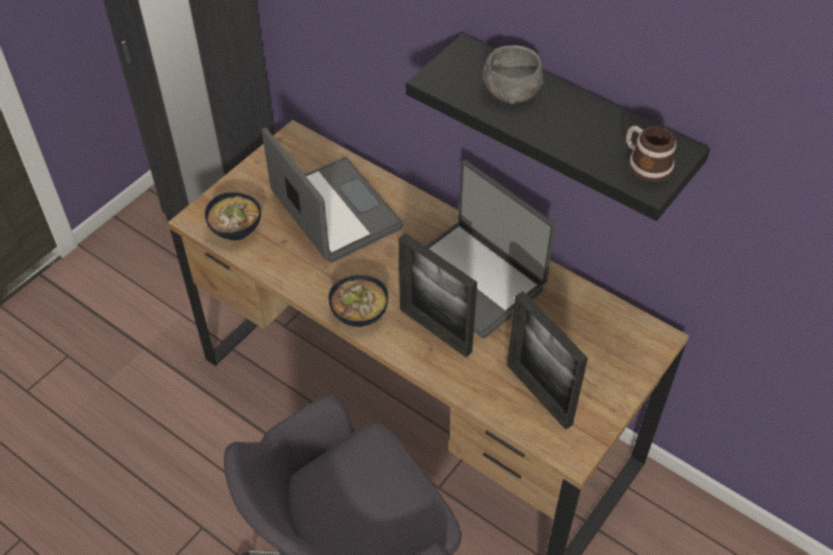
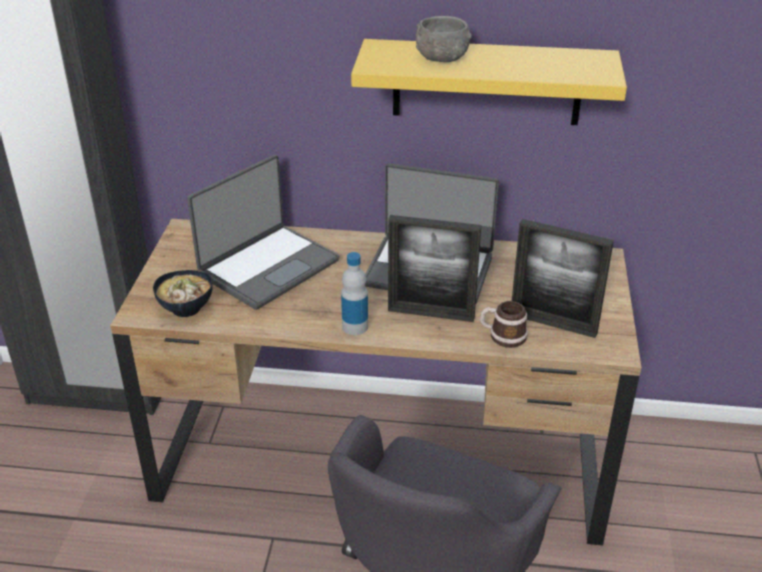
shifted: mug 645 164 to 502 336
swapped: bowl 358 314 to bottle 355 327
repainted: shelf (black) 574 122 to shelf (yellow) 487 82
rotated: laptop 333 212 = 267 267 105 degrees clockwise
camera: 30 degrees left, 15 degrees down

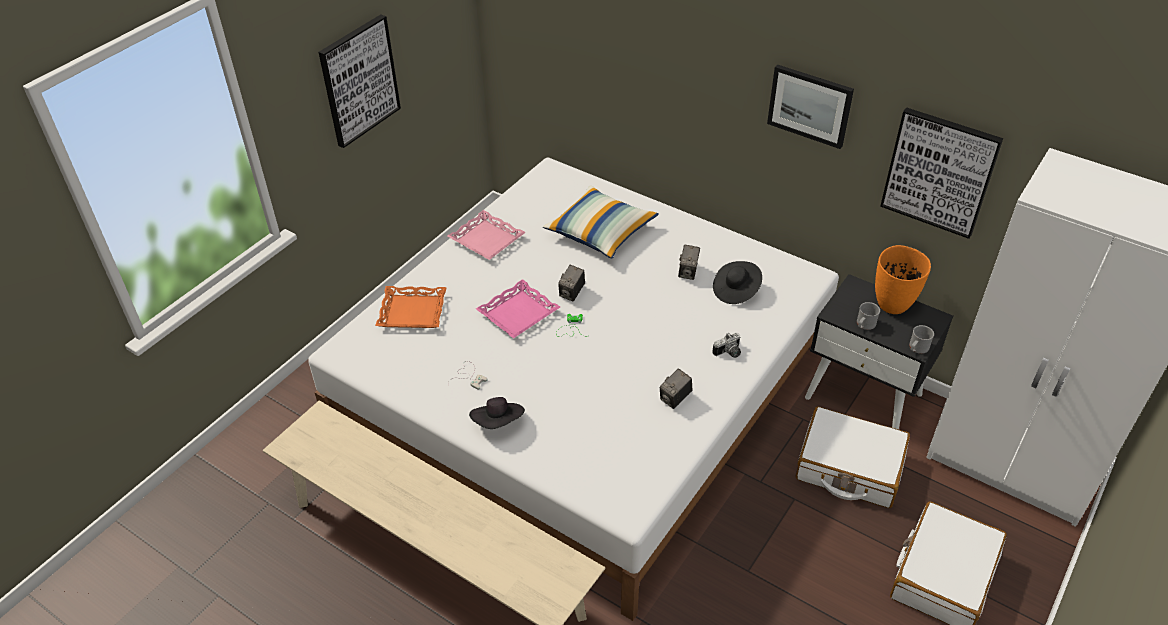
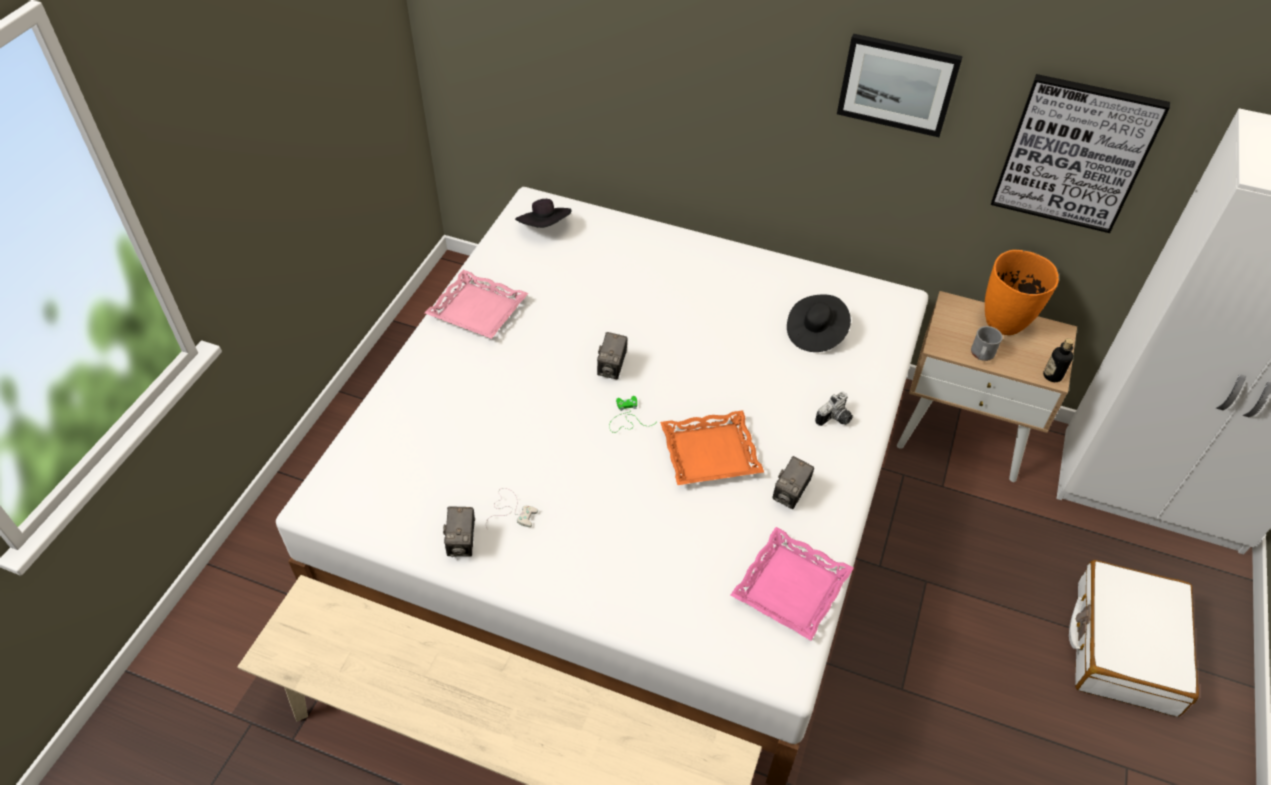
gone: picture 359 80; pillow 601 232; suitcase (white) 849 467
shifted: tray (orange) 412 312 to 710 454; hat (black) 498 422 to 545 227; tray (pink) 518 313 to 790 587; photo camera 688 272 to 462 543
swapped: mug (grey) 917 348 to bottle 1052 376
repainted: nightstand (black) 864 396 to nightstand (beige) 963 432
camera: 15 degrees left, 5 degrees up

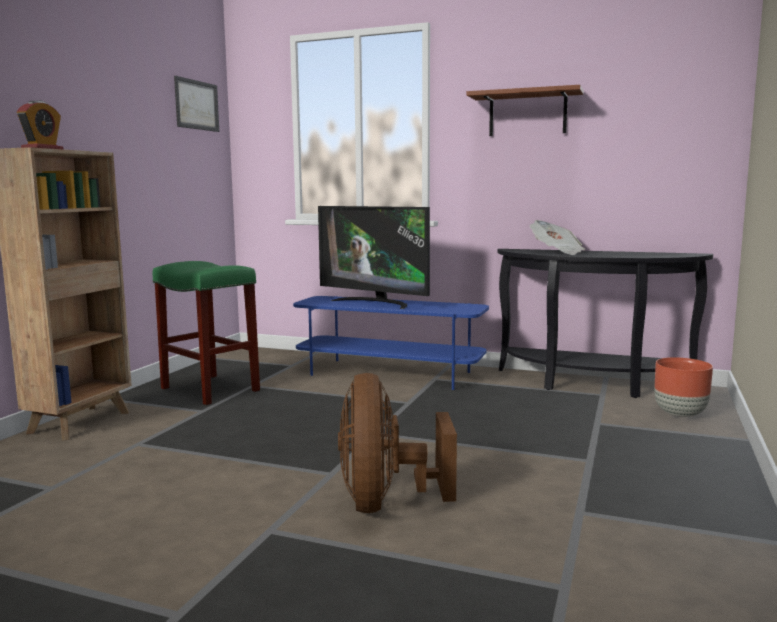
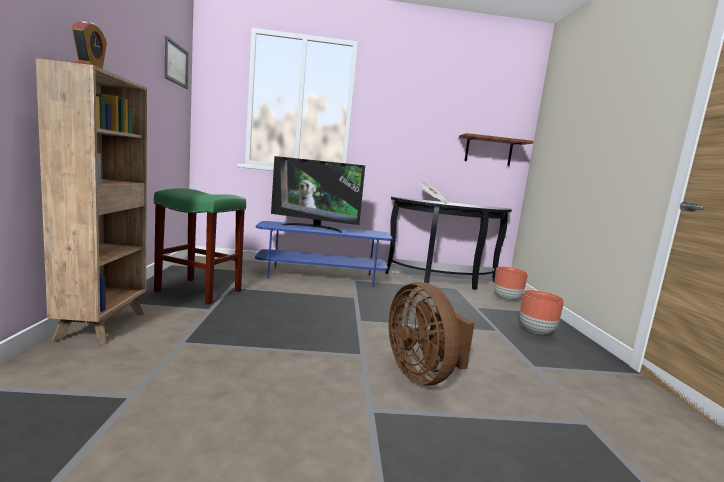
new: planter (brown) 536 331
shifted: shelf (brown) 527 114 to 488 151
camera: 25 degrees left, 0 degrees up

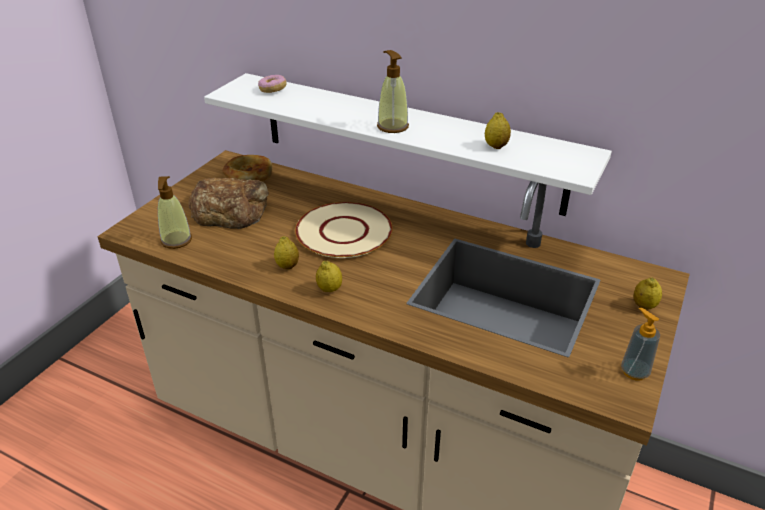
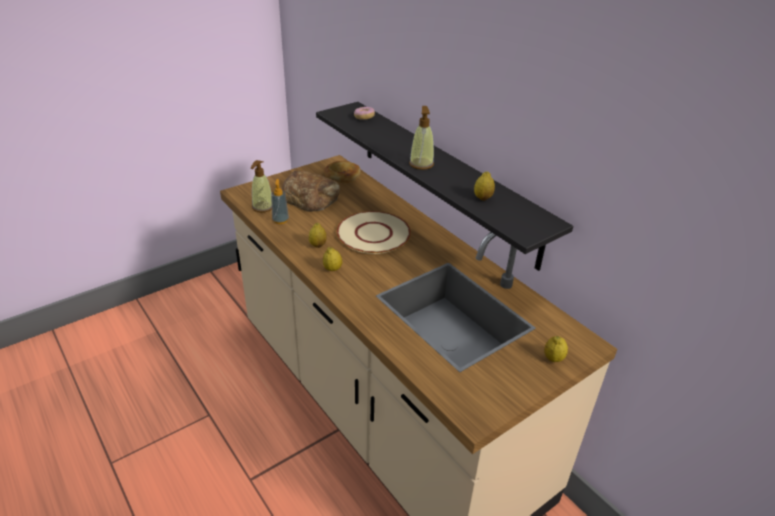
shifted: soap dispenser 634 372 to 280 220
repainted: shelf (white) 408 142 to shelf (black) 445 180
camera: 25 degrees right, 0 degrees up

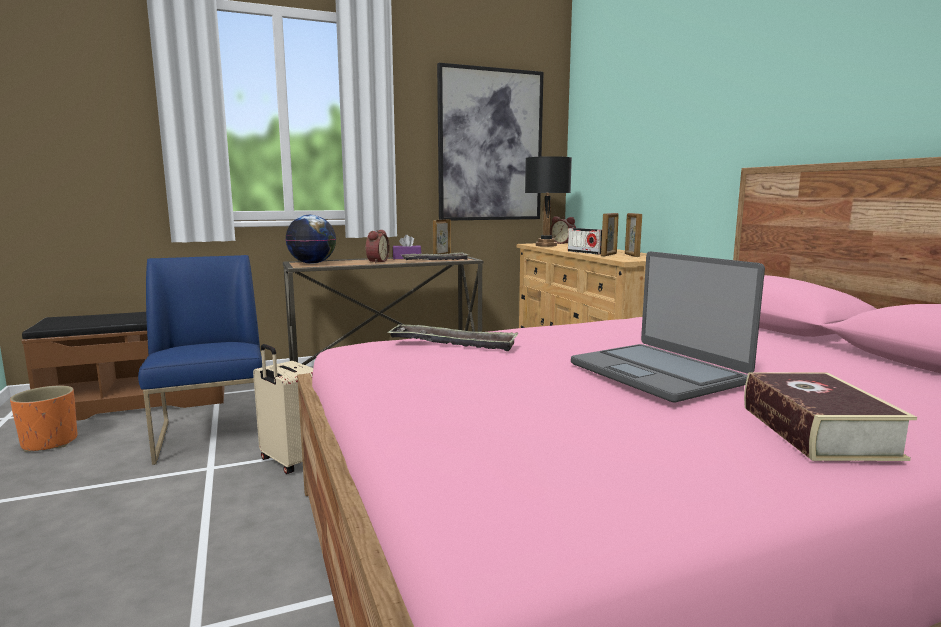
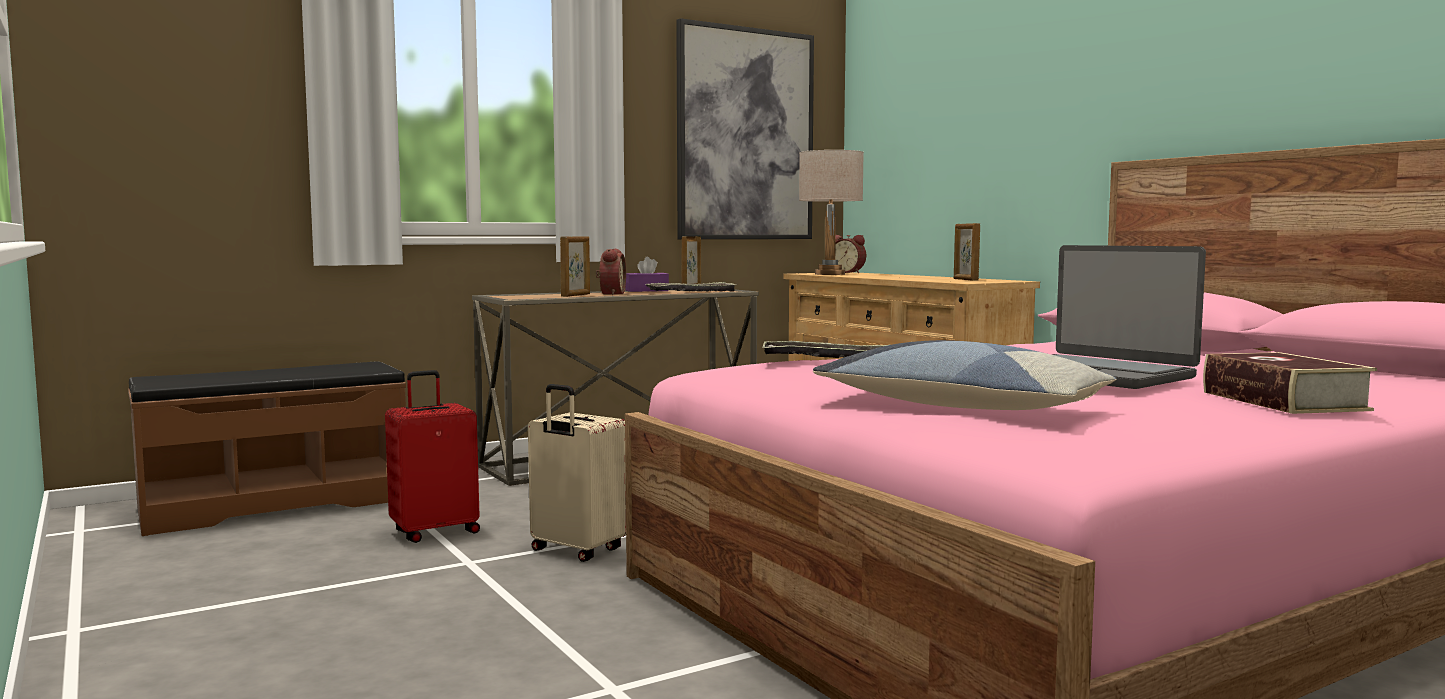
gone: planter (orange) 49 443; globe 312 263; radio 585 252
new: pillow 959 406
shifted: picture frame 609 255 to 576 295
swapped: chair (blue) 213 435 to suitcase (red) 435 532
repainted: table lamp (black) 546 245 to table lamp (beige) 829 274
camera: 10 degrees left, 5 degrees down

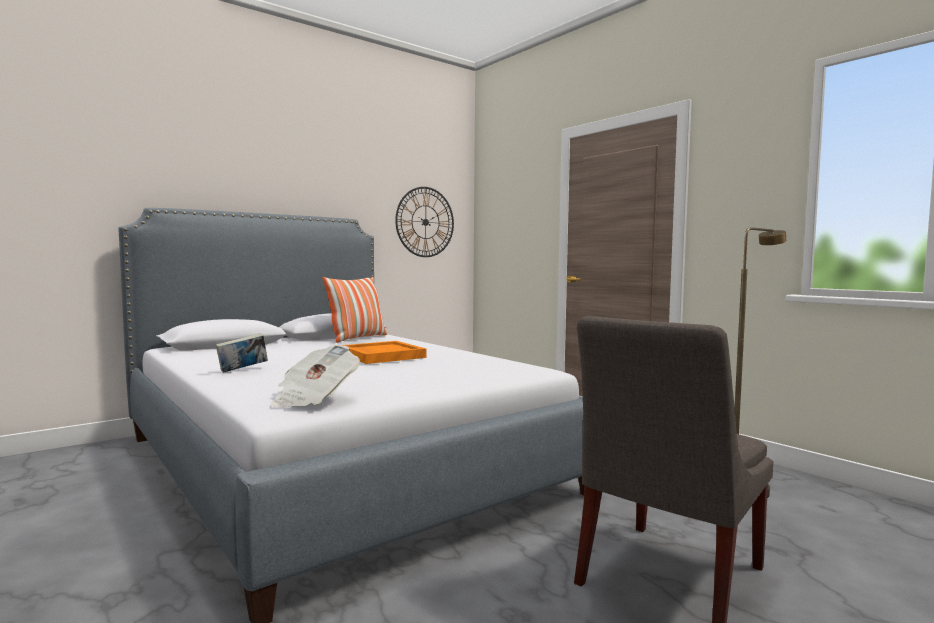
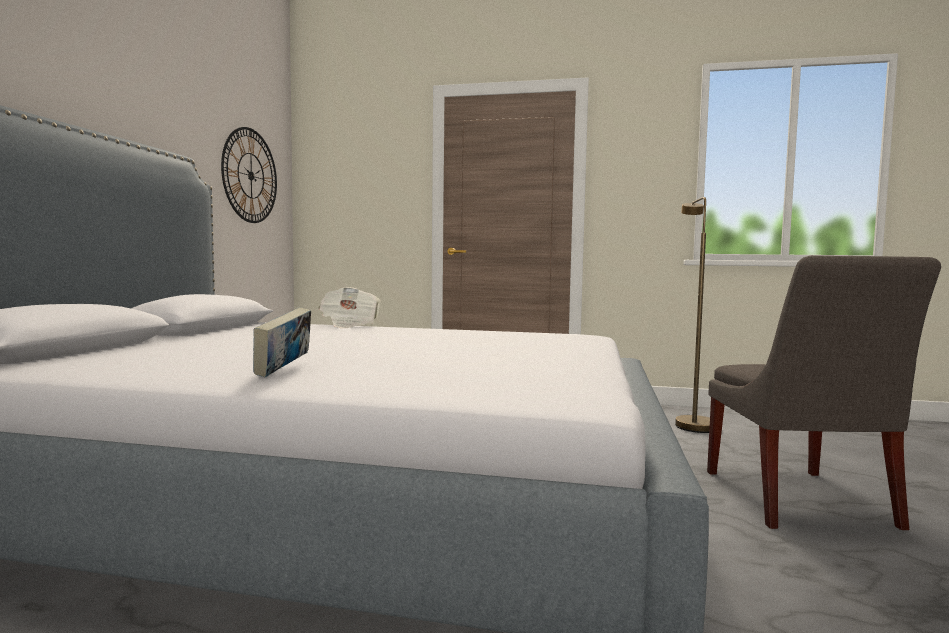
gone: pillow 357 338; tray (orange) 381 355
shifted: newspaper 314 399 to 349 324
camera: 40 degrees left, 0 degrees up

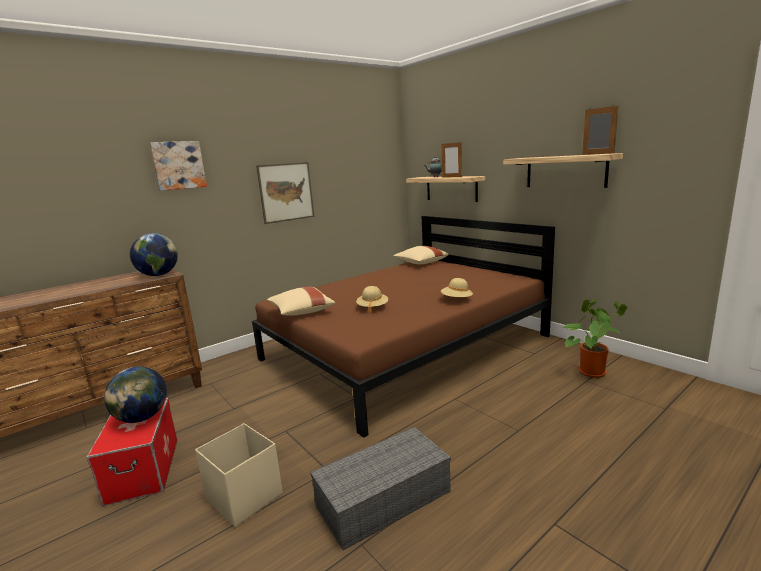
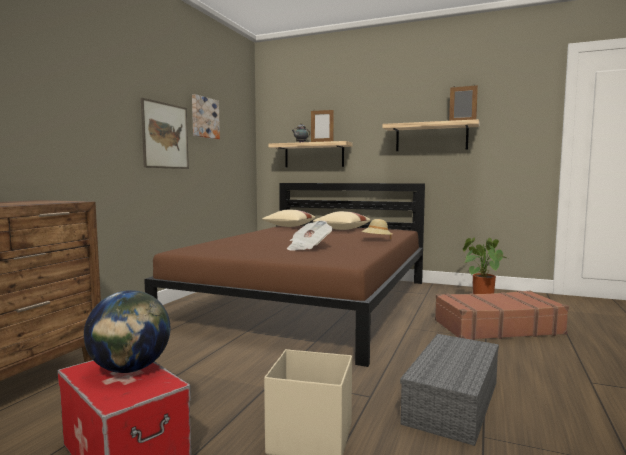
gone: globe 158 275
new: suitcase (brown) 496 327
shifted: picture 178 165 to 204 117; pillow (beige) 301 312 to 341 229
swapped: hat (beige) 372 307 to newspaper 308 248
camera: 30 degrees left, 10 degrees down

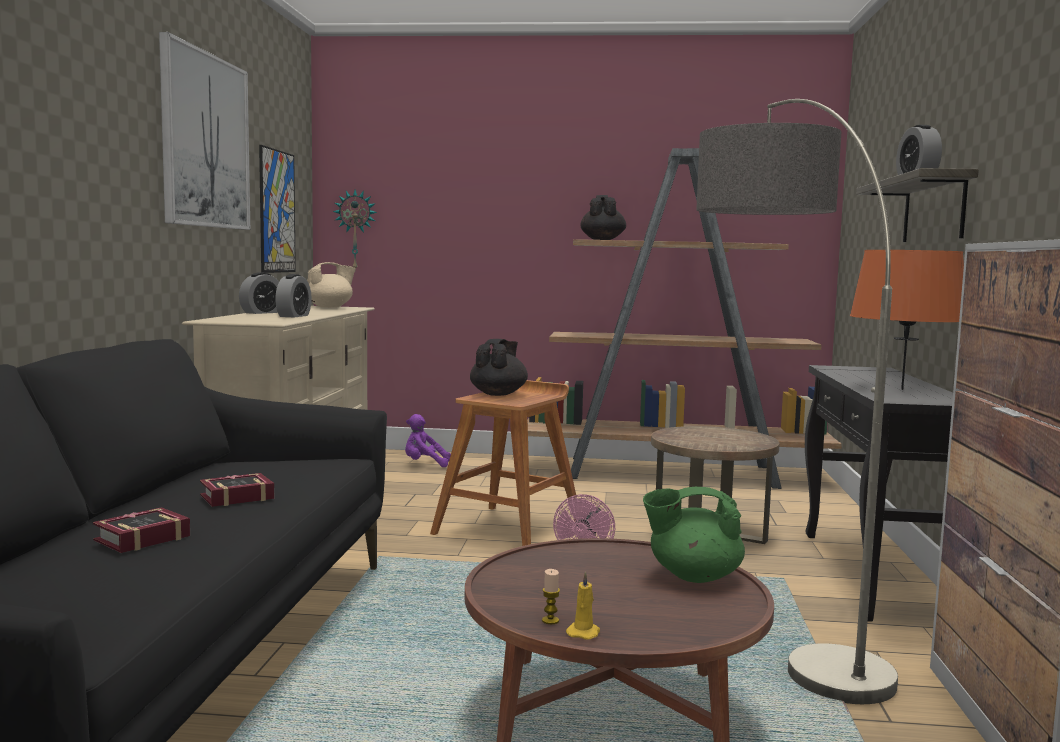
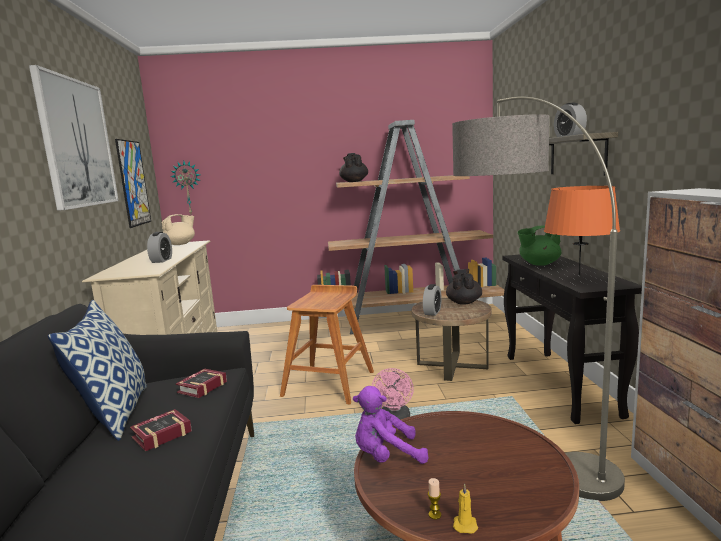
new: pillow 114 413
shifted: book 138 539 to 200 388; alarm clock 261 312 to 432 312; plush toy (purple) 424 464 to 386 456; teapot (black) 498 394 to 464 302; teapot (green) 693 576 to 539 264
camera: 10 degrees left, 5 degrees up

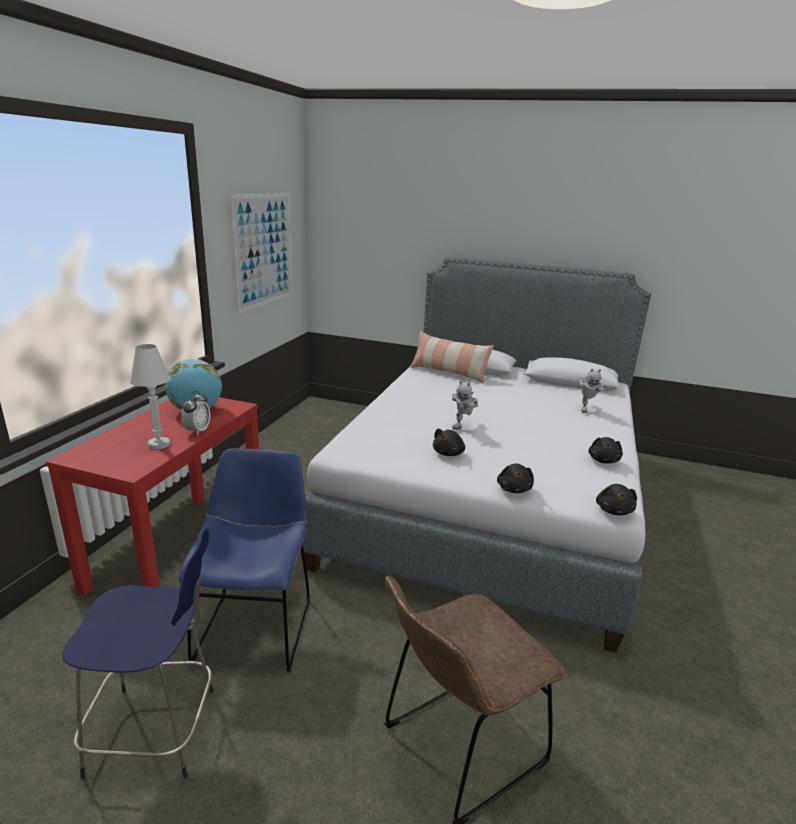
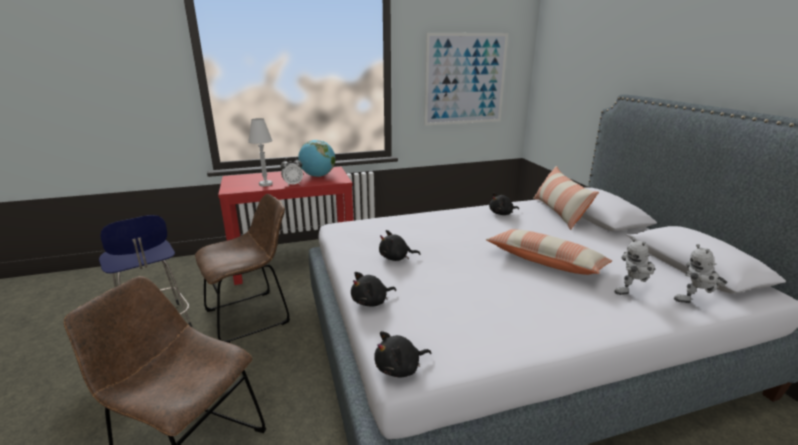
new: pillow 545 262
shifted: toy robot 463 426 to 695 303; plush toy (black) 603 460 to 502 213
repainted: chair (blue) 256 625 to chair (brown) 252 315
camera: 55 degrees right, 0 degrees up

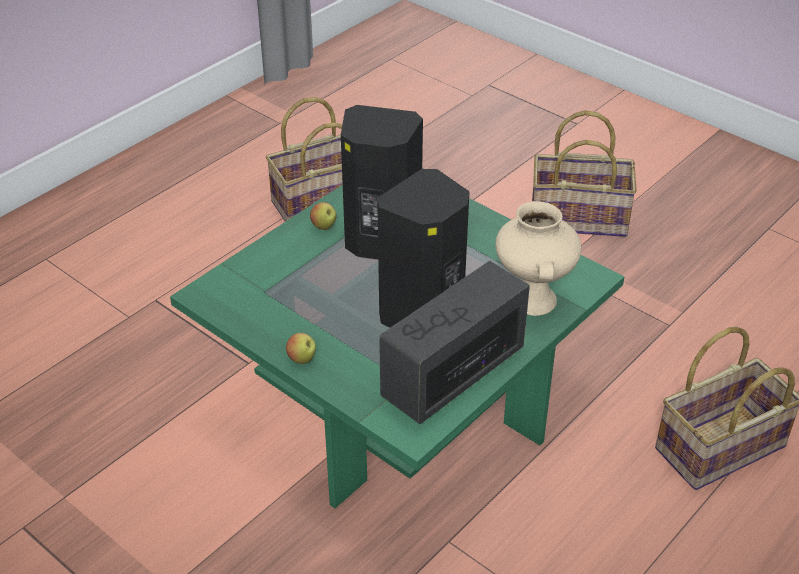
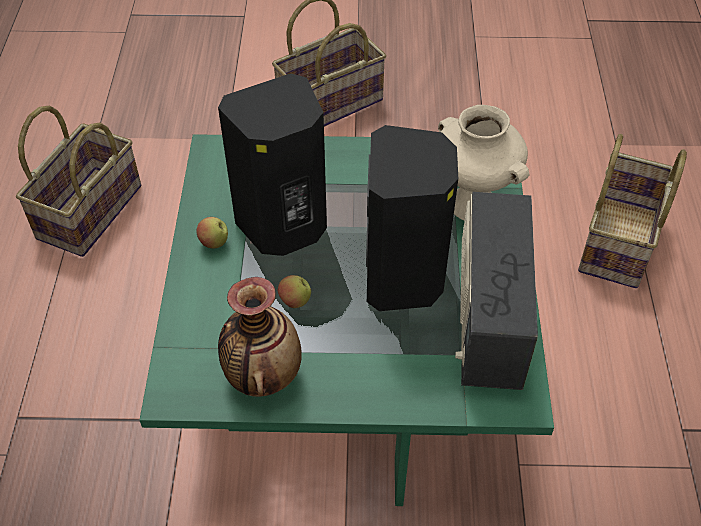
new: vase 262 374
shifted: apple 302 359 to 295 301
camera: 40 degrees left, 10 degrees up

